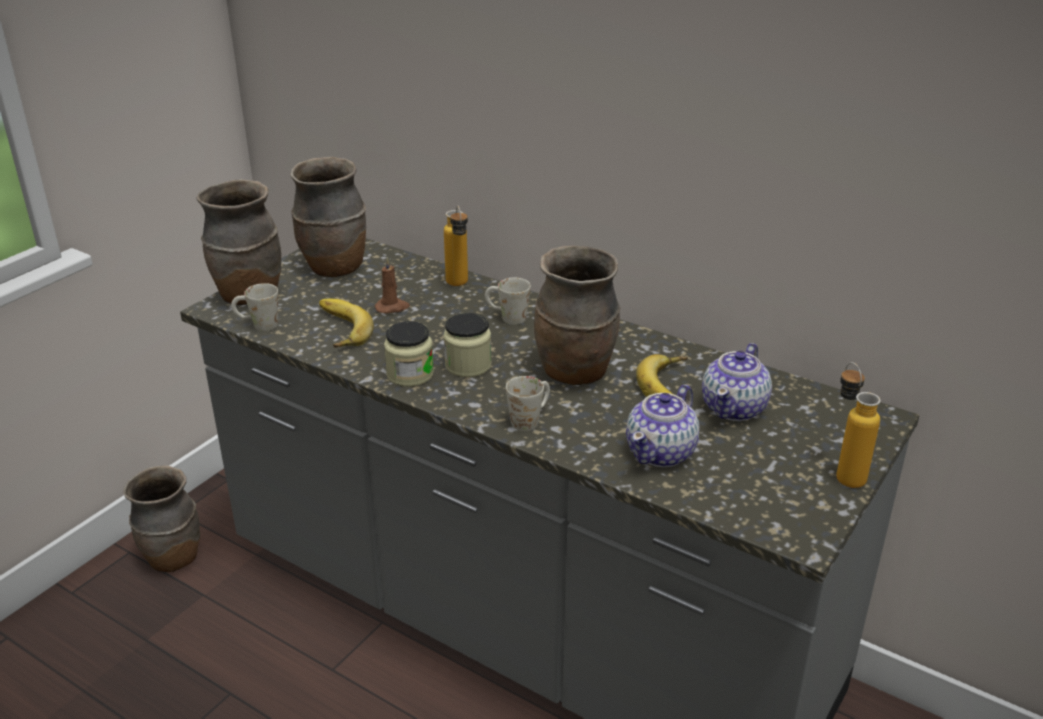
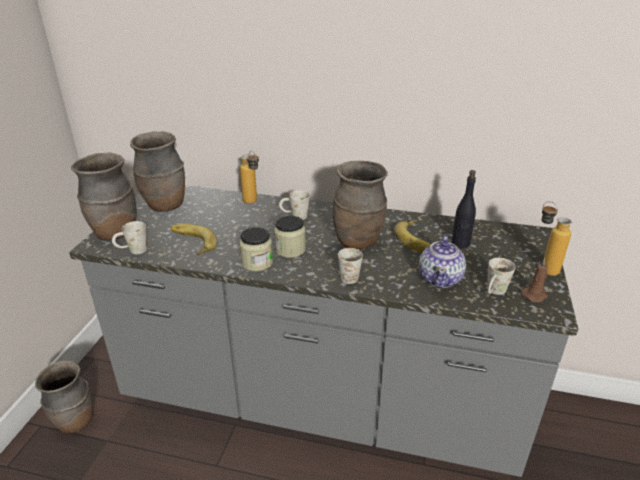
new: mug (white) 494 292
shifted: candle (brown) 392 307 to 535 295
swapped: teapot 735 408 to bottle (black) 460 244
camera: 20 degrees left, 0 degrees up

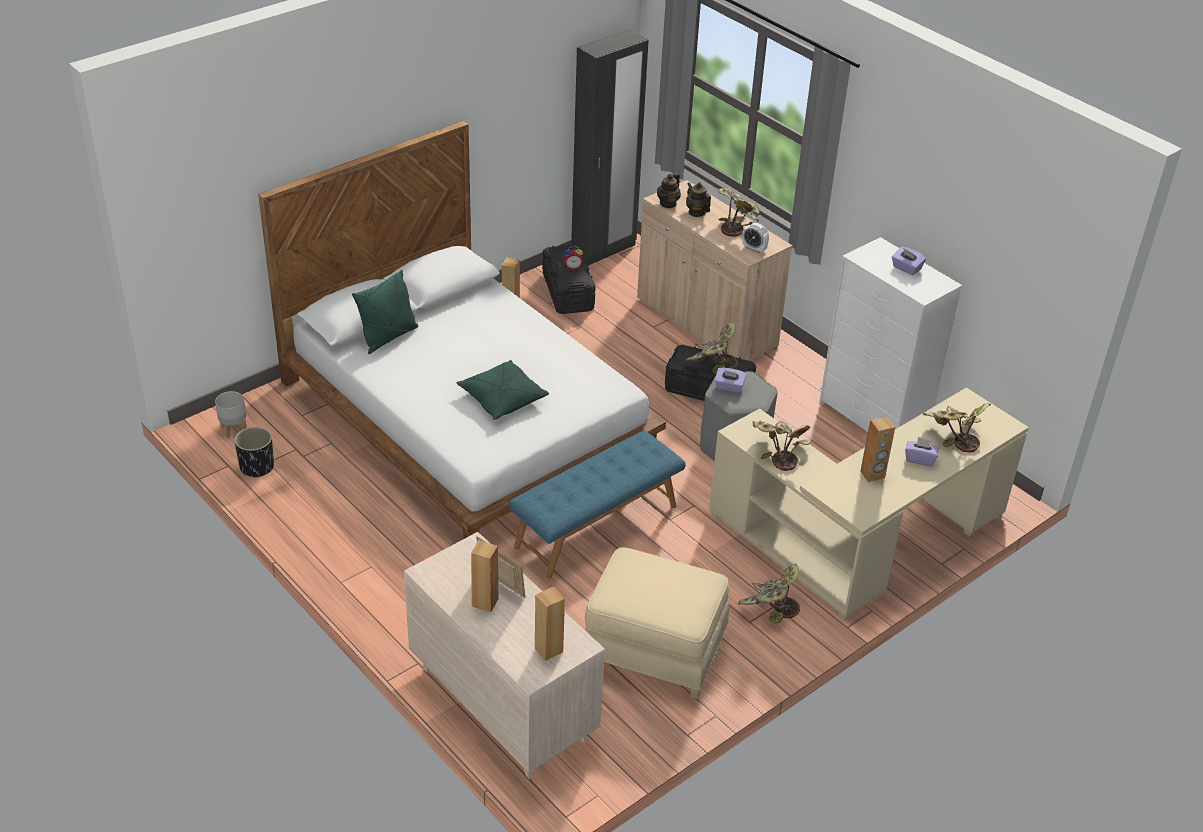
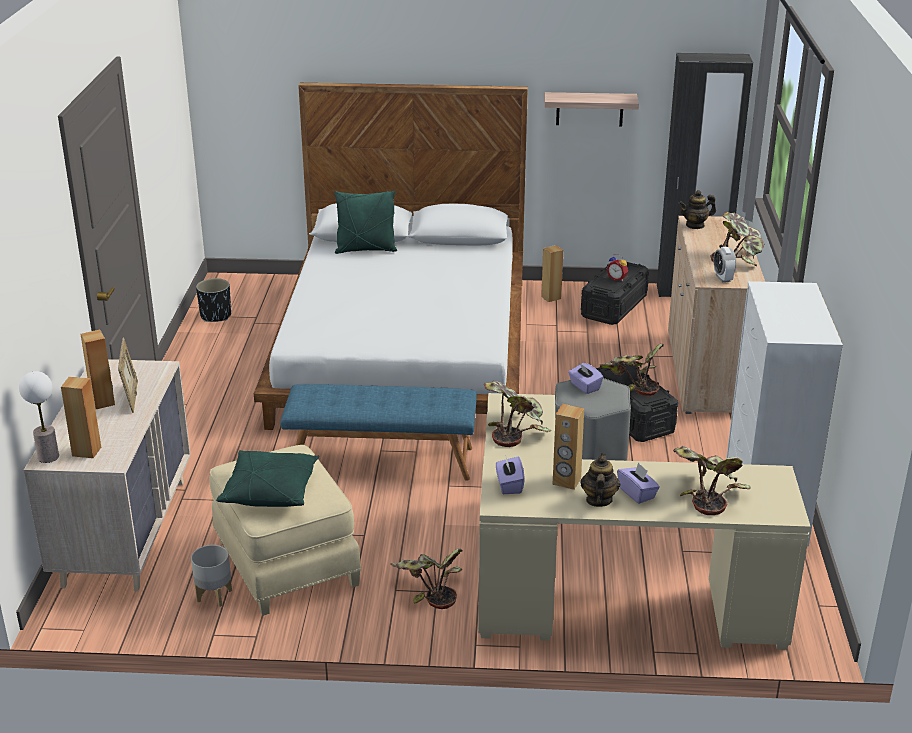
new: table lamp 48 457; shelf 589 109
shifted: planter (grey) 233 429 to 214 595; pillow (green) 502 399 to 270 491; teapot 696 212 to 598 500; tissue box (purple) 906 268 to 509 485
camera: 45 degrees right, 10 degrees down

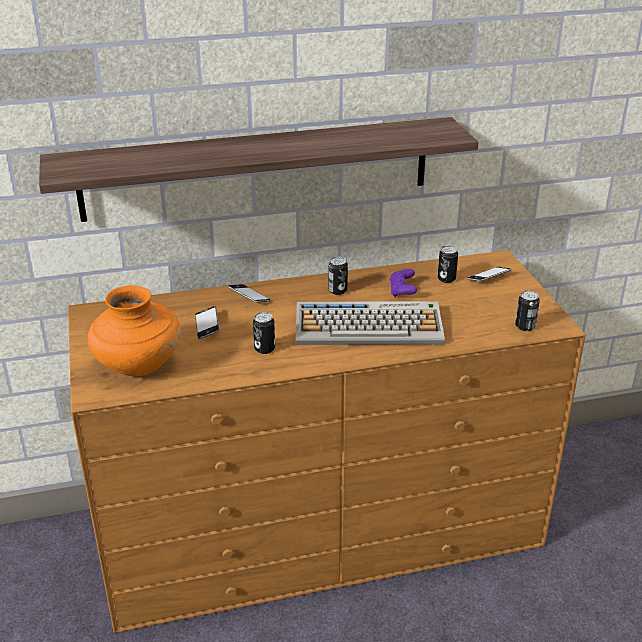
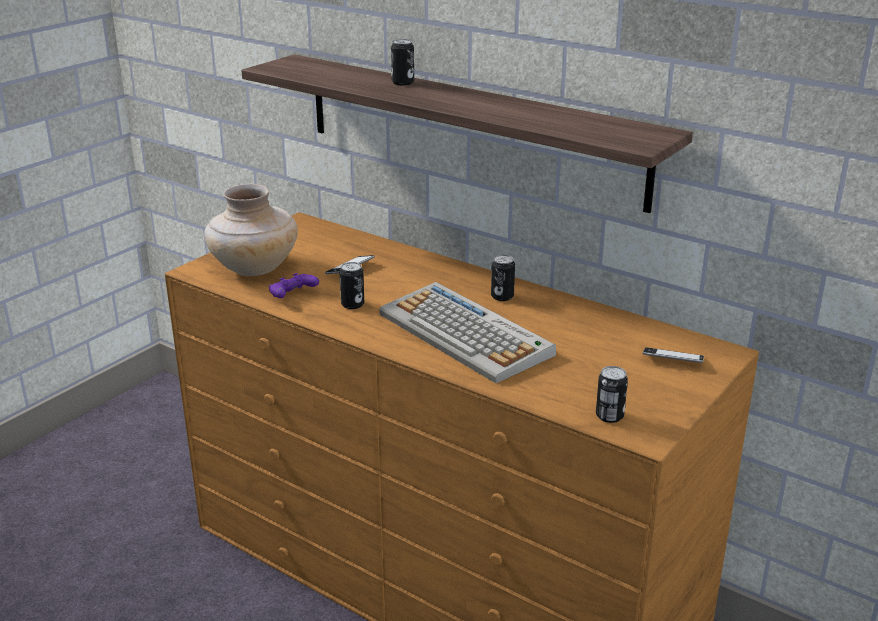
gone: phone 249 297
shifted: game controller (purple) 402 291 to 292 296; can 446 279 to 402 82
repainted: vase (orange) 137 365 to vase (beige) 254 268
camera: 50 degrees right, 5 degrees down

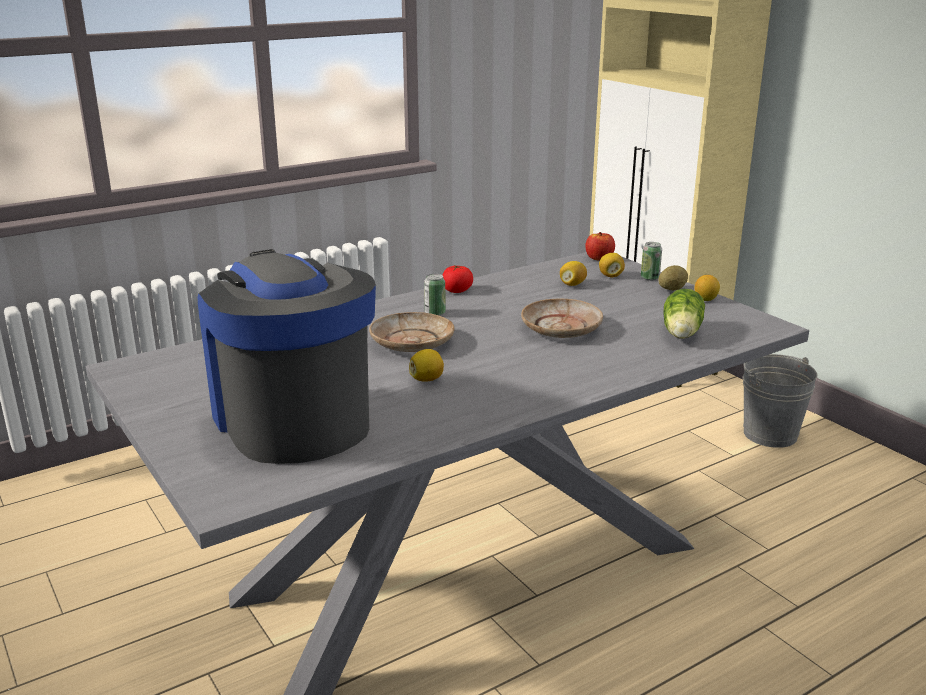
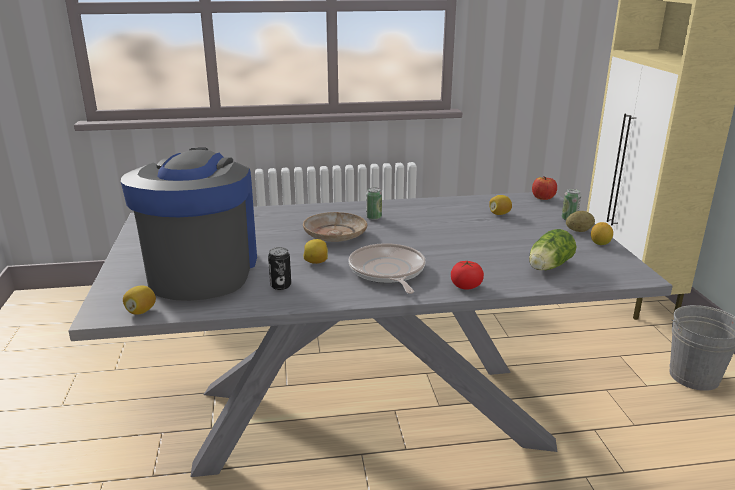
gone: plate (beige) 561 328
new: can 280 285; frying pan 387 272
shifted: tomato 457 290 to 466 286; lemon 610 276 to 141 311
camera: 25 degrees right, 0 degrees up

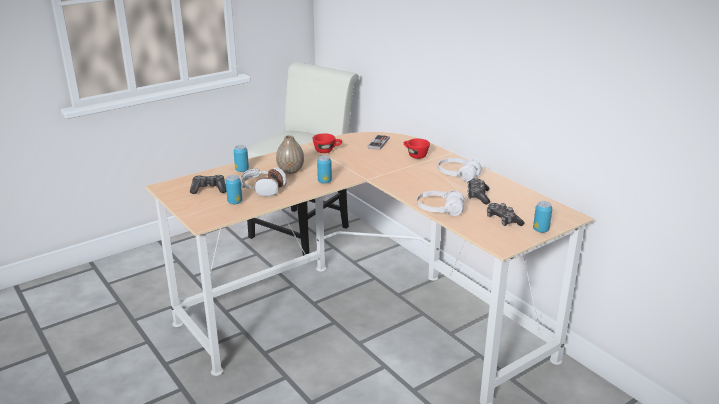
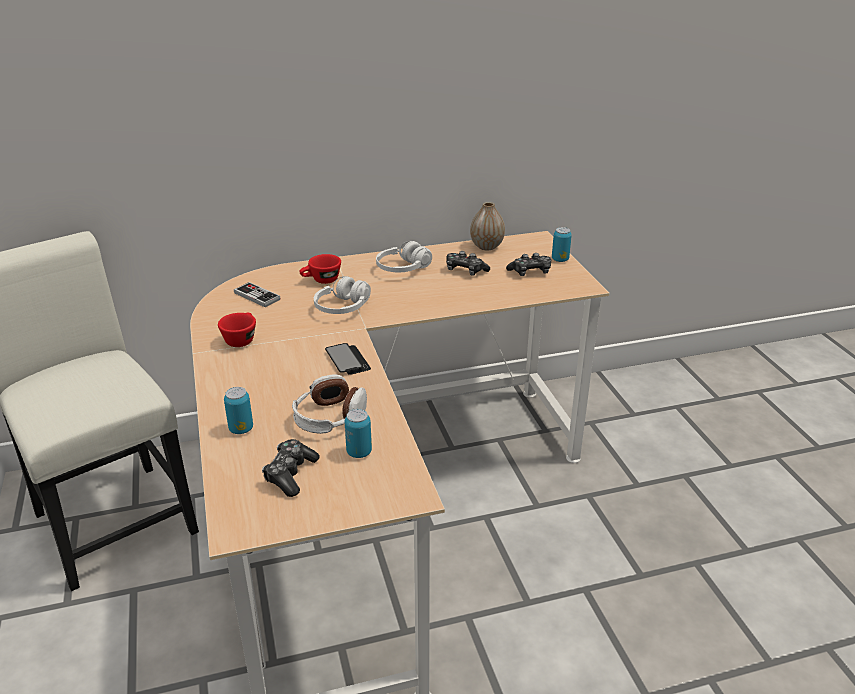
shifted: vase 290 171 to 486 246; headphones (white) 439 210 to 342 307
swapped: can 324 181 to phone 347 360
camera: 70 degrees left, 5 degrees up

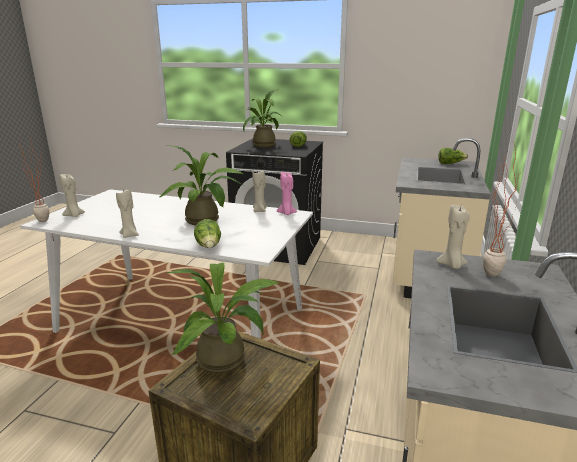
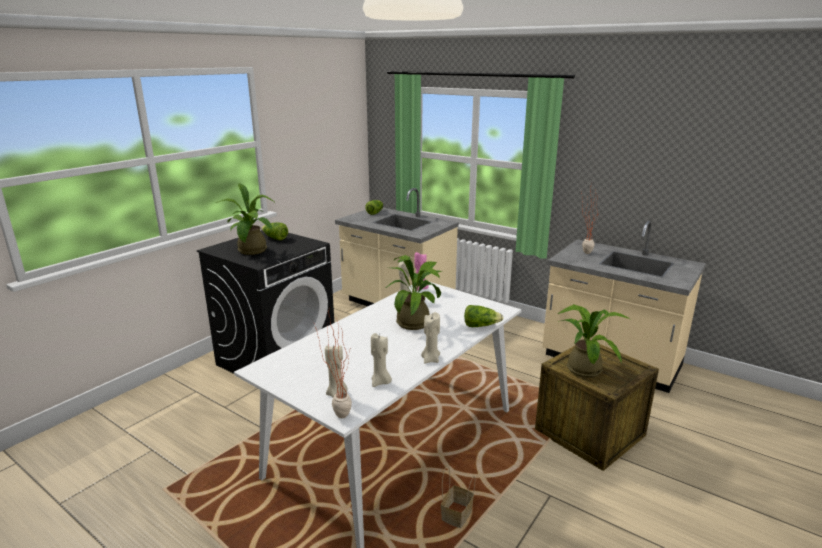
new: basket 457 516
shifted: candle (beige) 452 265 to 380 382
camera: 70 degrees left, 0 degrees up

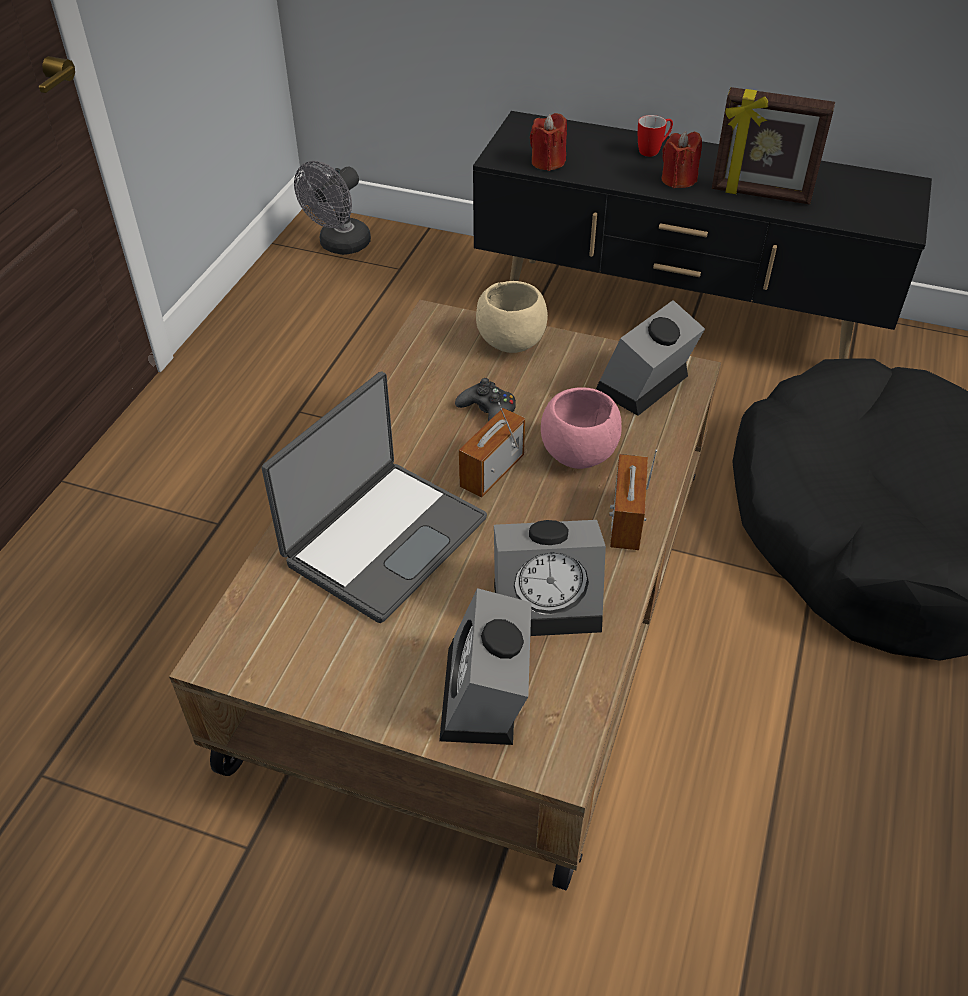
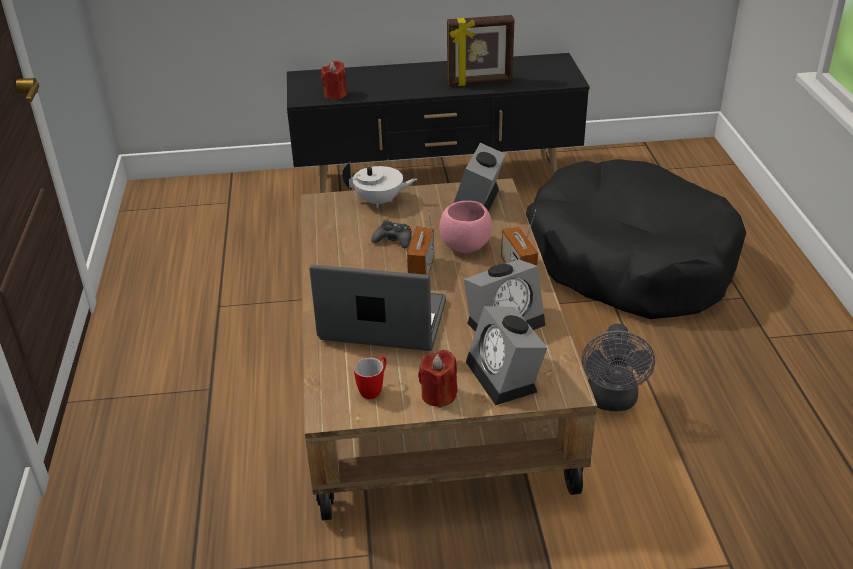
shifted: fan (grey) 340 246 to 612 401; mug 653 151 to 374 389; candle (red) 678 180 to 439 395
swapped: bowl (beige) 511 343 to teapot (white) 379 201
rotated: laptop 383 539 = 382 323 90 degrees counterclockwise
camera: 25 degrees left, 10 degrees down

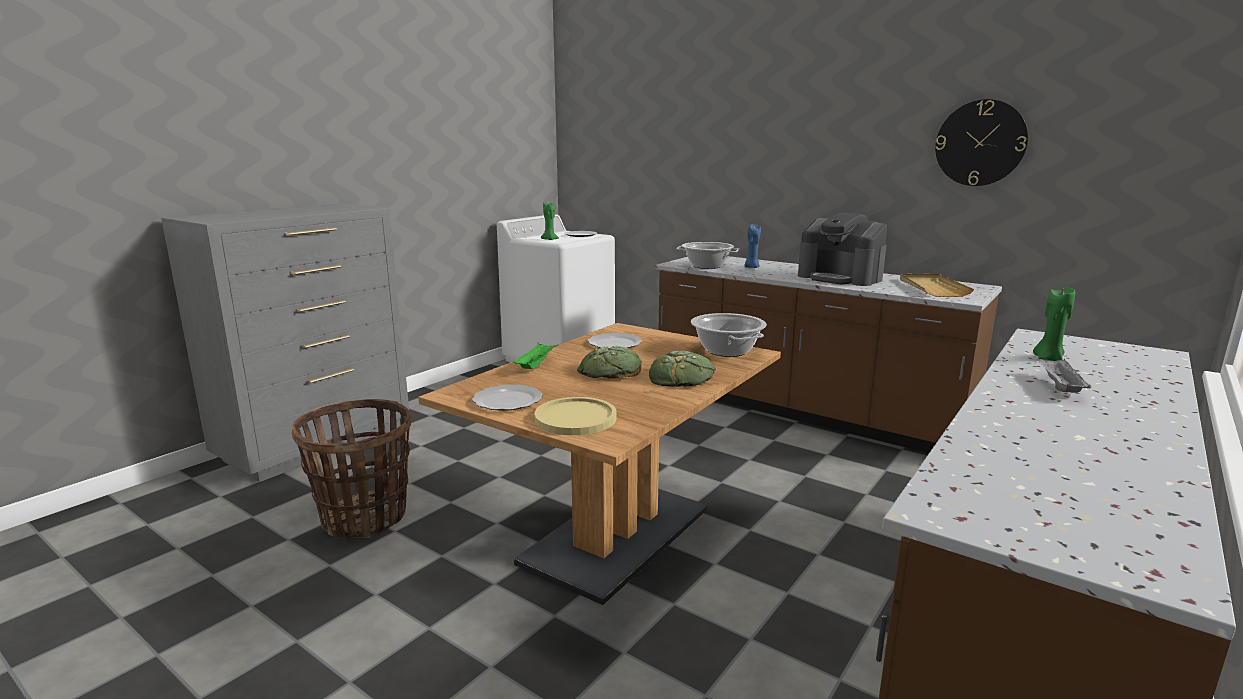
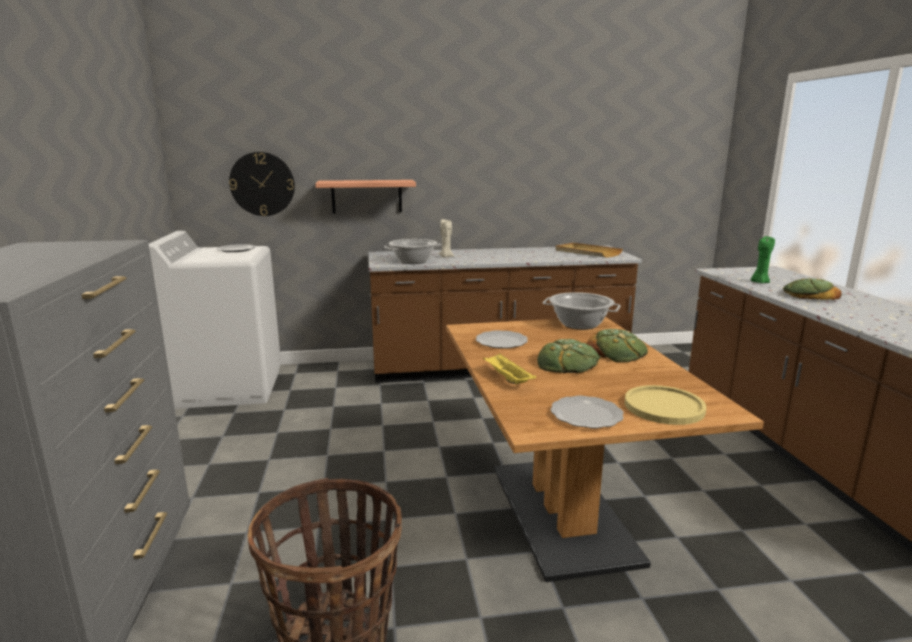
gone: candle (green) 549 239; coffee machine 840 278
new: shelf 366 196
shifted: wall clock 980 143 to 262 184
swapped: tray (grey) 1059 386 to bread 809 295
repainted: tray (green) 536 365 to tray (yellow) 507 378; candle (blue) 751 267 to candle (beige) 446 257
camera: 45 degrees left, 0 degrees up

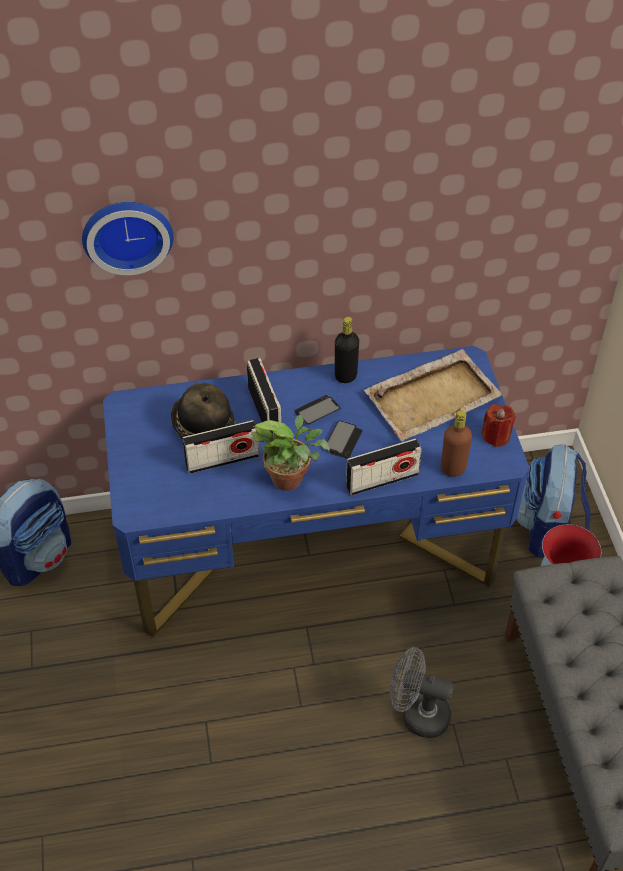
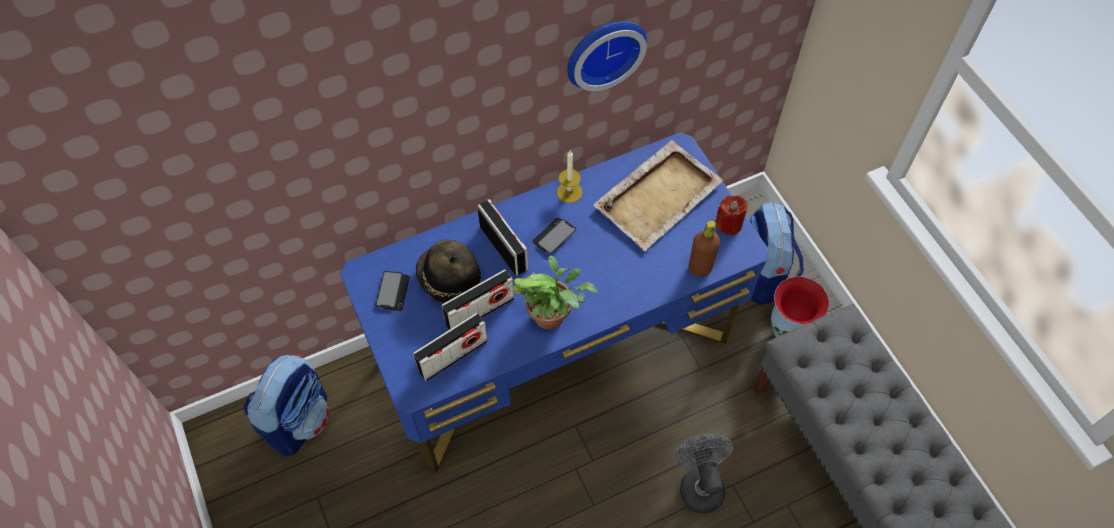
shifted: wall clock 127 233 to 603 50; phone 343 440 to 393 291; radio 382 480 to 453 356
swapped: bottle (black) 345 376 to candle 569 192
rotated: fan (grey) 417 714 = 699 484 75 degrees clockwise
camera: 15 degrees left, 10 degrees up

